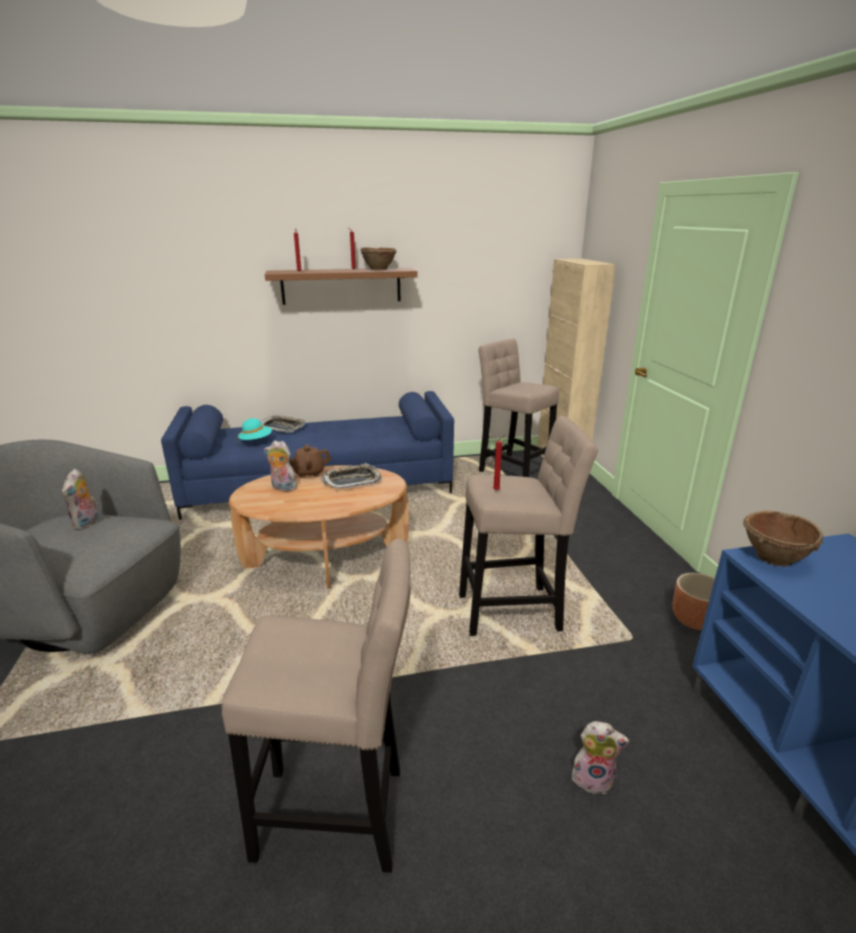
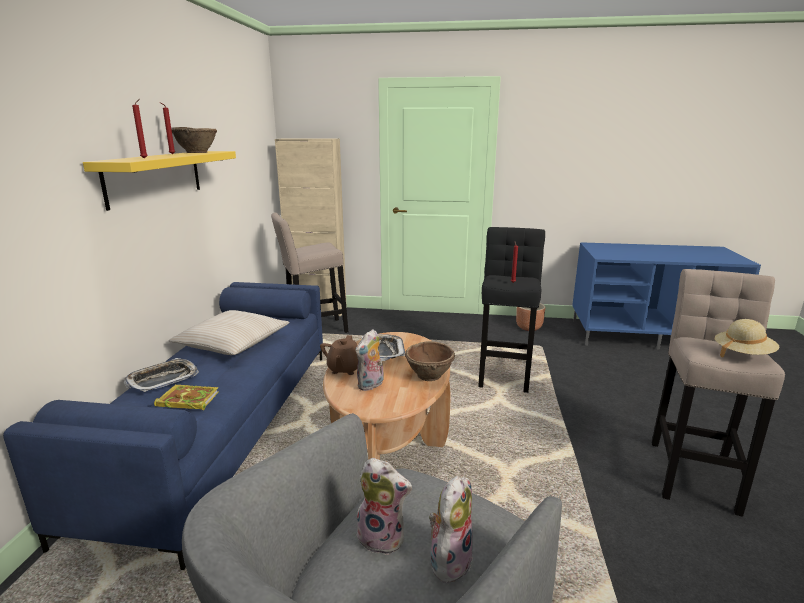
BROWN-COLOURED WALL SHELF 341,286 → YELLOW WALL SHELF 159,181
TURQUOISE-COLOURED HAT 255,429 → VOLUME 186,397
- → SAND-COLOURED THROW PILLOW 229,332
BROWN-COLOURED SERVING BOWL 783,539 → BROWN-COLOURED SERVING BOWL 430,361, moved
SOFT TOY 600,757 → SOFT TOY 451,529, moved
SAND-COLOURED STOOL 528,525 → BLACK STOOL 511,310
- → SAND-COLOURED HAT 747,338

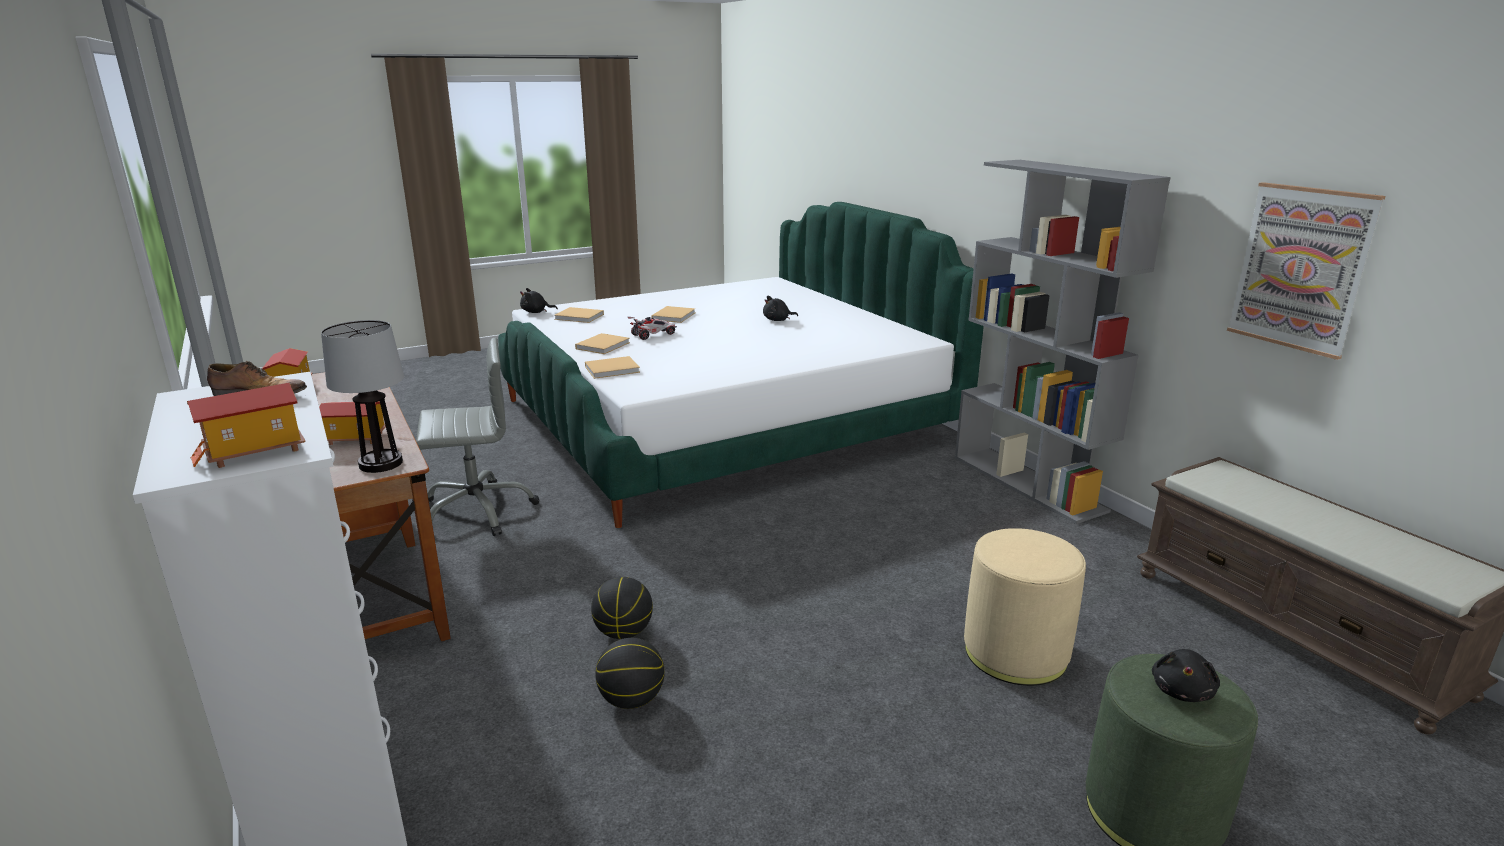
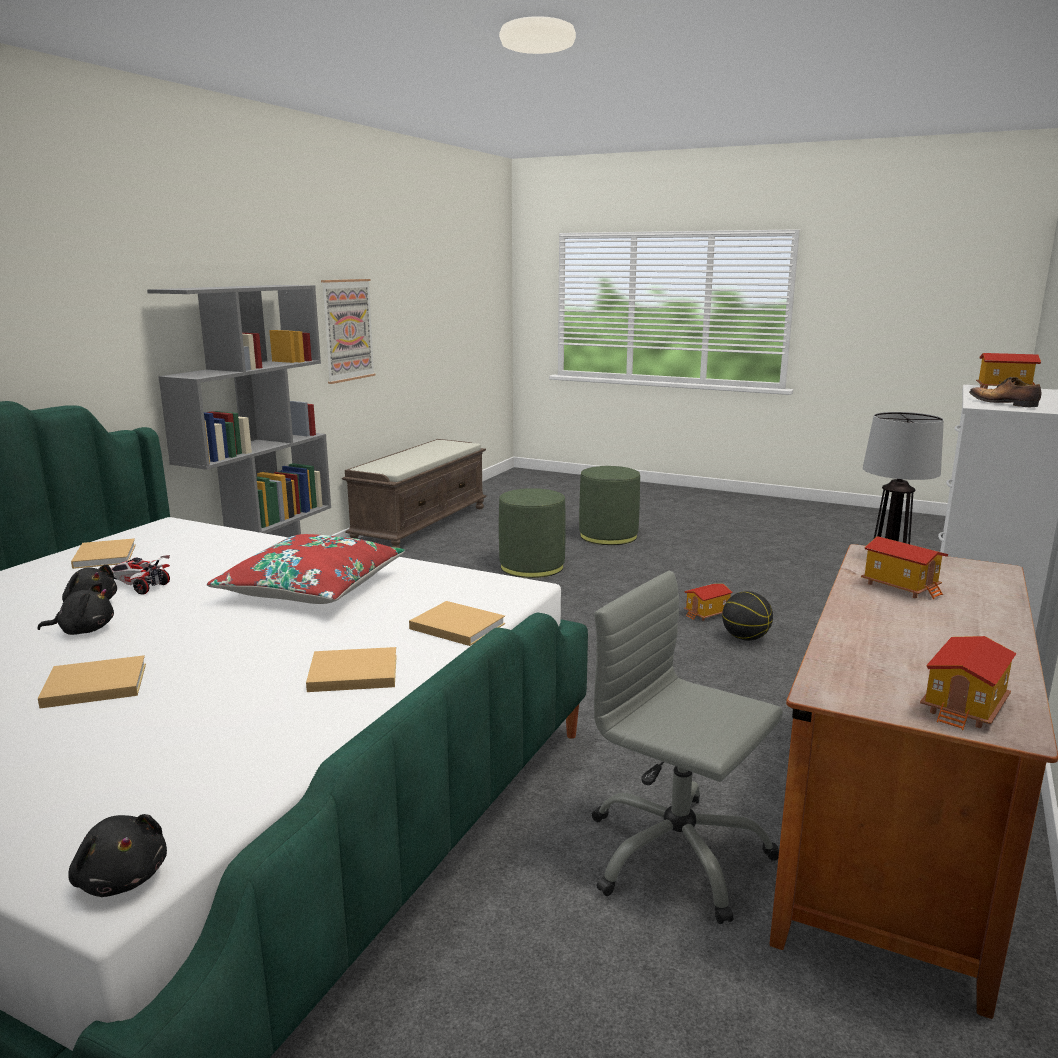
BLACK SOFT TOY 1186,675 → BLACK SOFT TOY 75,608, moved
SAND-COLOURED VOLUME 579,315 → SAND-COLOURED VOLUME 103,553, moved
MODEL CAR 652,328 → MODEL CAR 140,575, moved
- → REDDISH THROW PILLOW 305,569
SAND-COLOURED POUFFE 1025,607 → GREENISH POUFFE 532,533
- → TOY HOUSE 708,602
BALL FOR BASKETBALL 622,608 → -

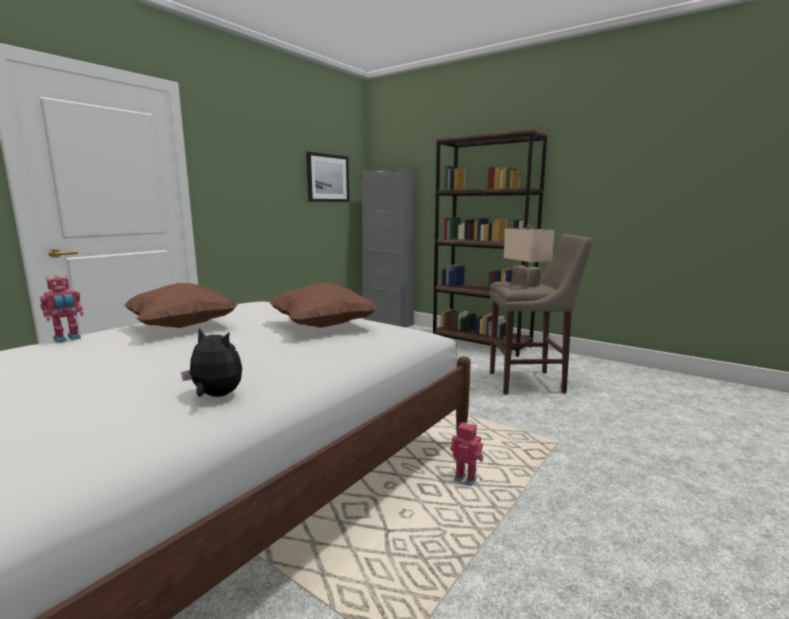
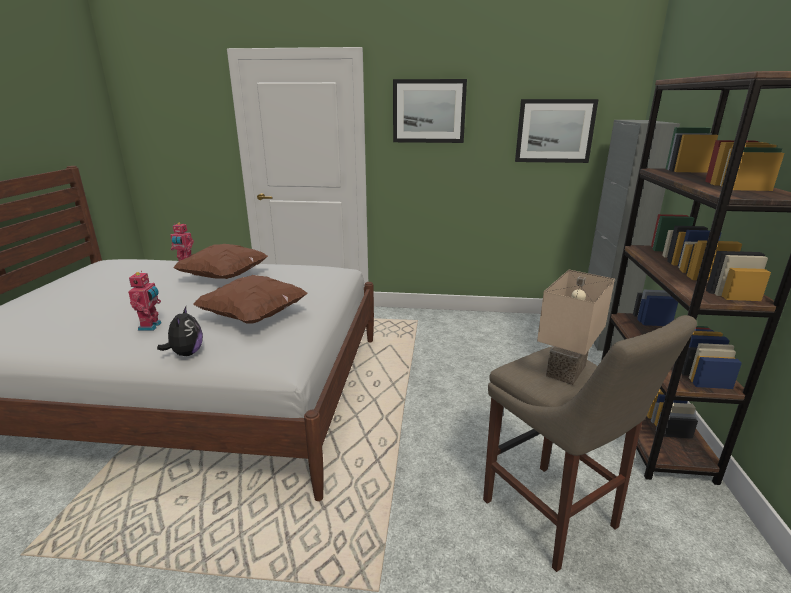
MODEL ROBOT 466,454 → MODEL ROBOT 145,300, moved
SOFT TOY 211,362 → SOFT TOY 180,331, moved
- → WALL ART 430,111

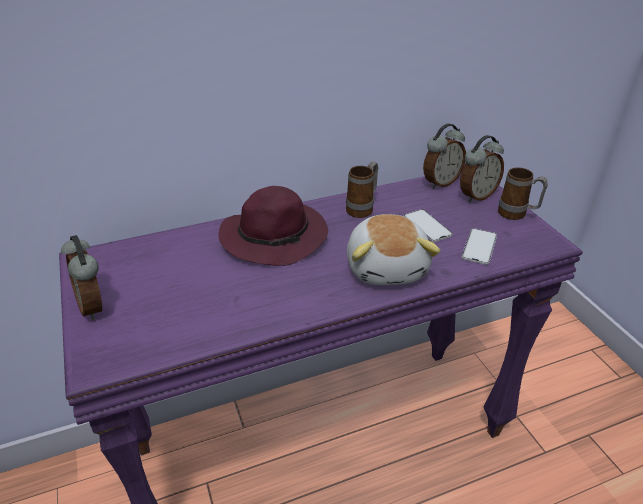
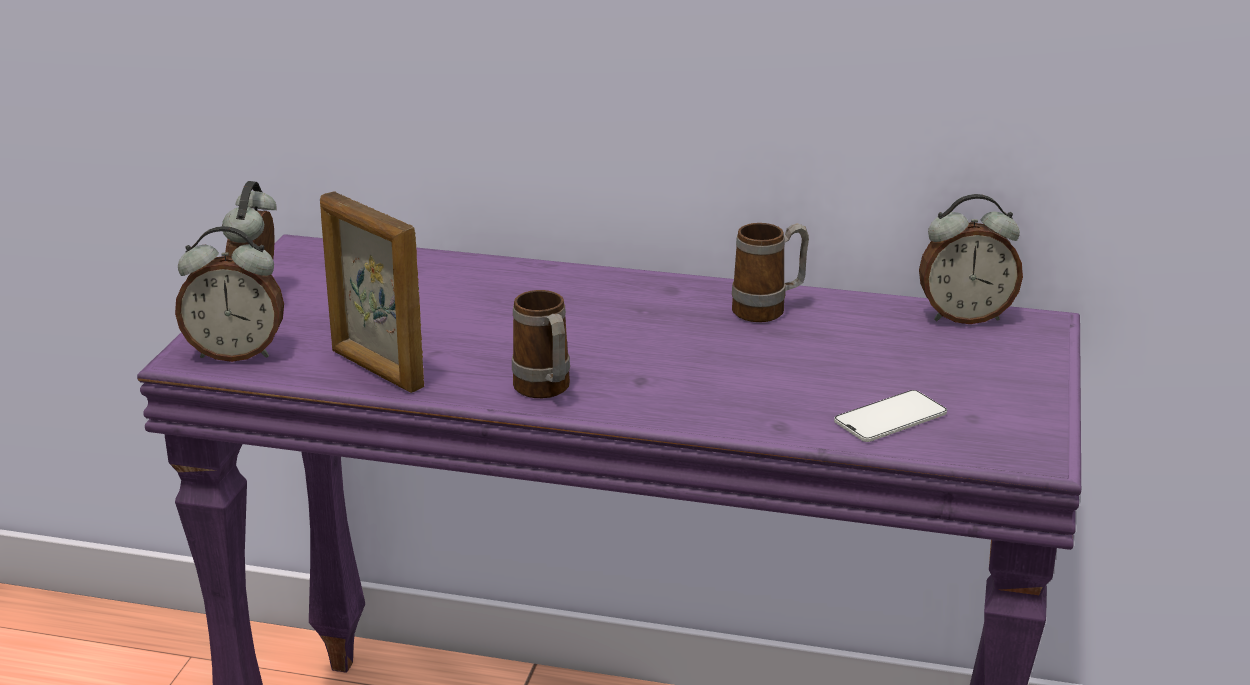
TABLE CLOCK 482,168 → TABLE CLOCK 229,294, moved
- → PICTURE FRAME 372,292
COFFEE MUG 523,193 → COFFEE MUG 541,344, moved
PURPLE-COLOURED HAT 273,226 → -
SOFT TOY 394,249 → -
TELEPHONE 428,225 → -

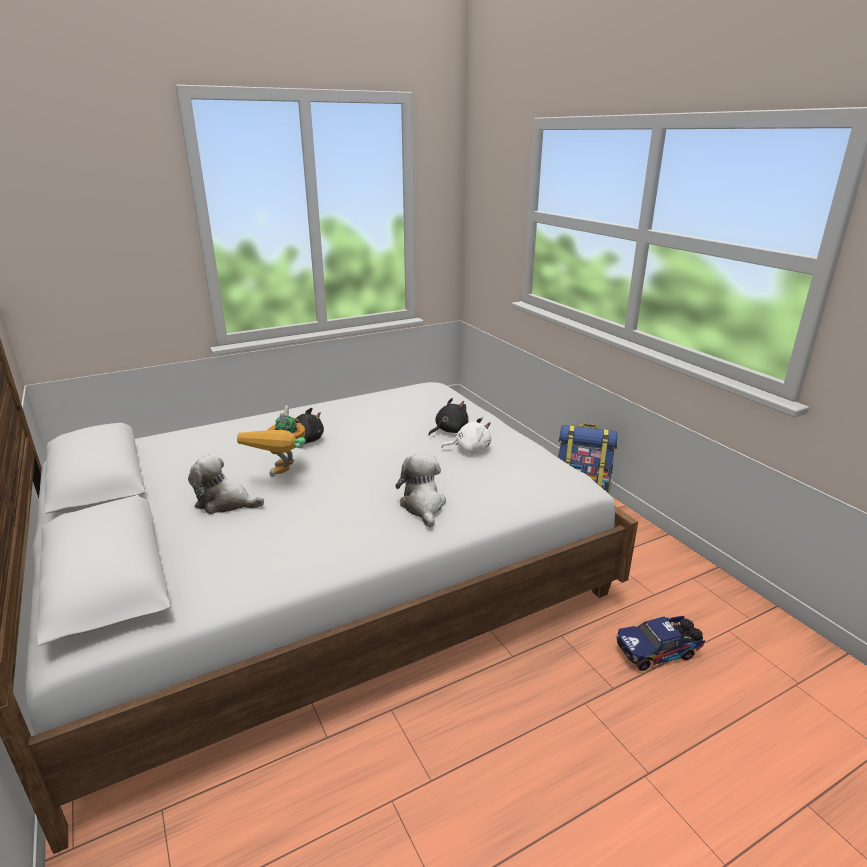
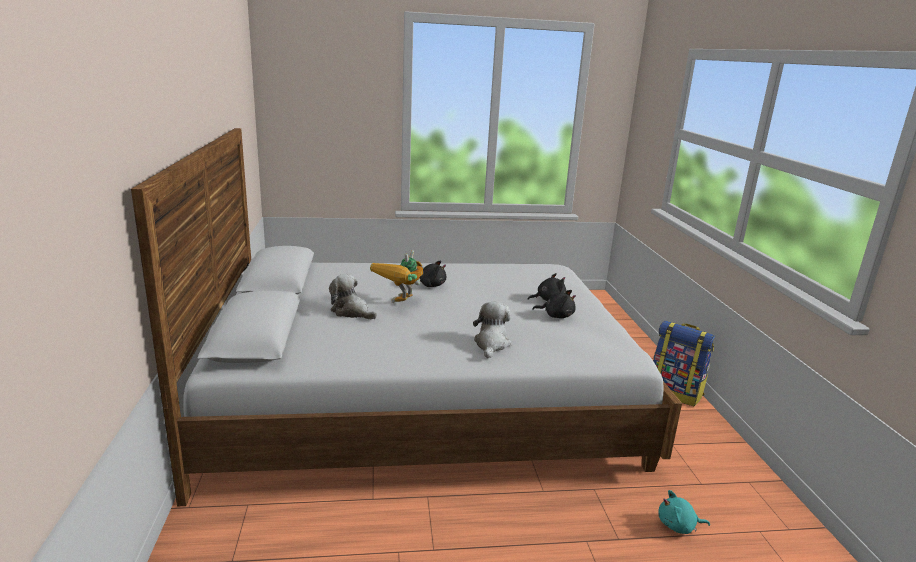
WHITE-COLOURED SOFT TOY 466,434 → BLACK SOFT TOY 554,304
TOY TRUCK 661,643 → TURQUOISE-COLOURED SOFT TOY 684,512

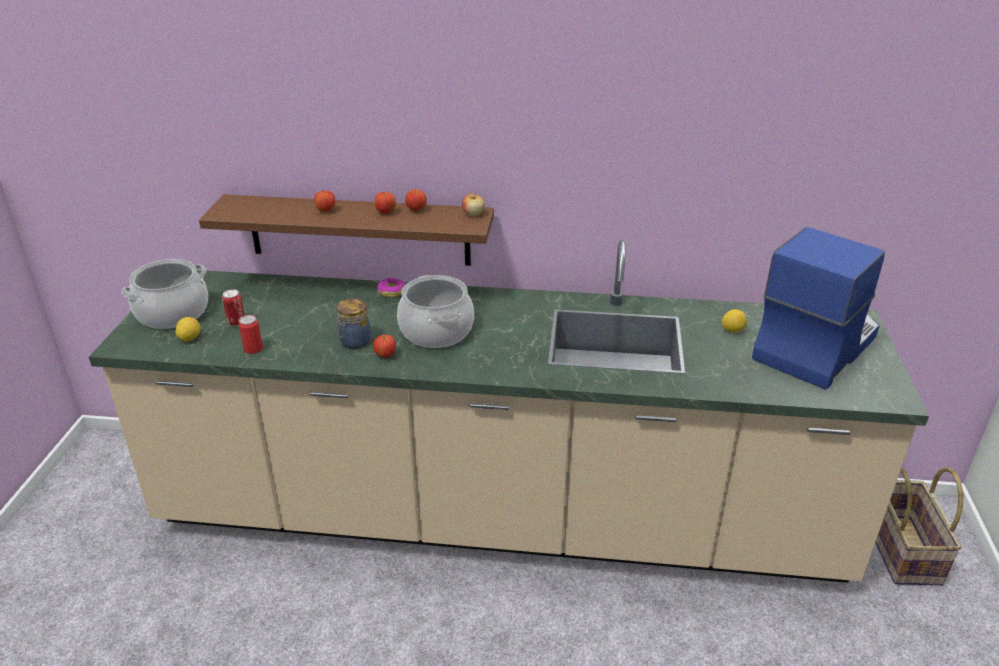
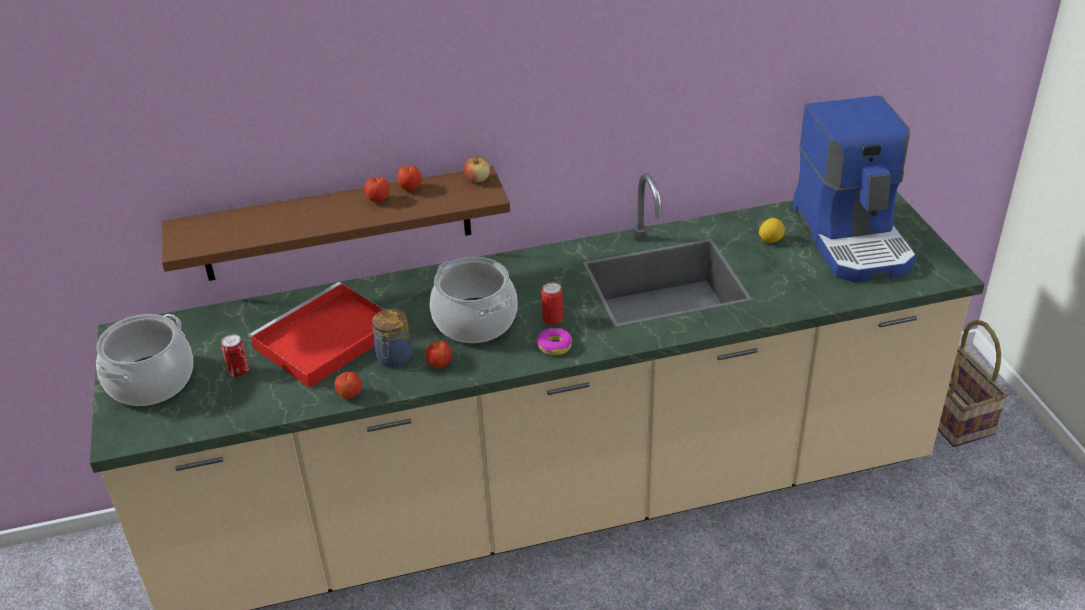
- → REDDISH TRAY 316,335
WHOLE APPLE 324,201 → WHOLE APPLE 348,385, moved
DOUGHNUT 391,287 → DOUGHNUT 554,341, moved
SEALED CAN 251,334 → SEALED CAN 552,303, moved
COFFEE BREWER 818,308 → COFFEE BREWER 854,189, 150 degrees clockwise
CITRUS FRUIT 188,329 → -

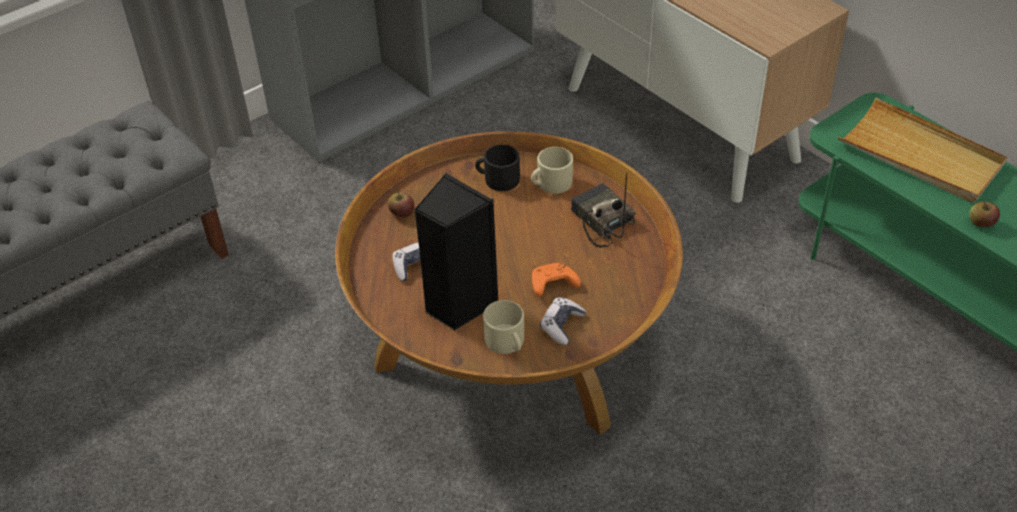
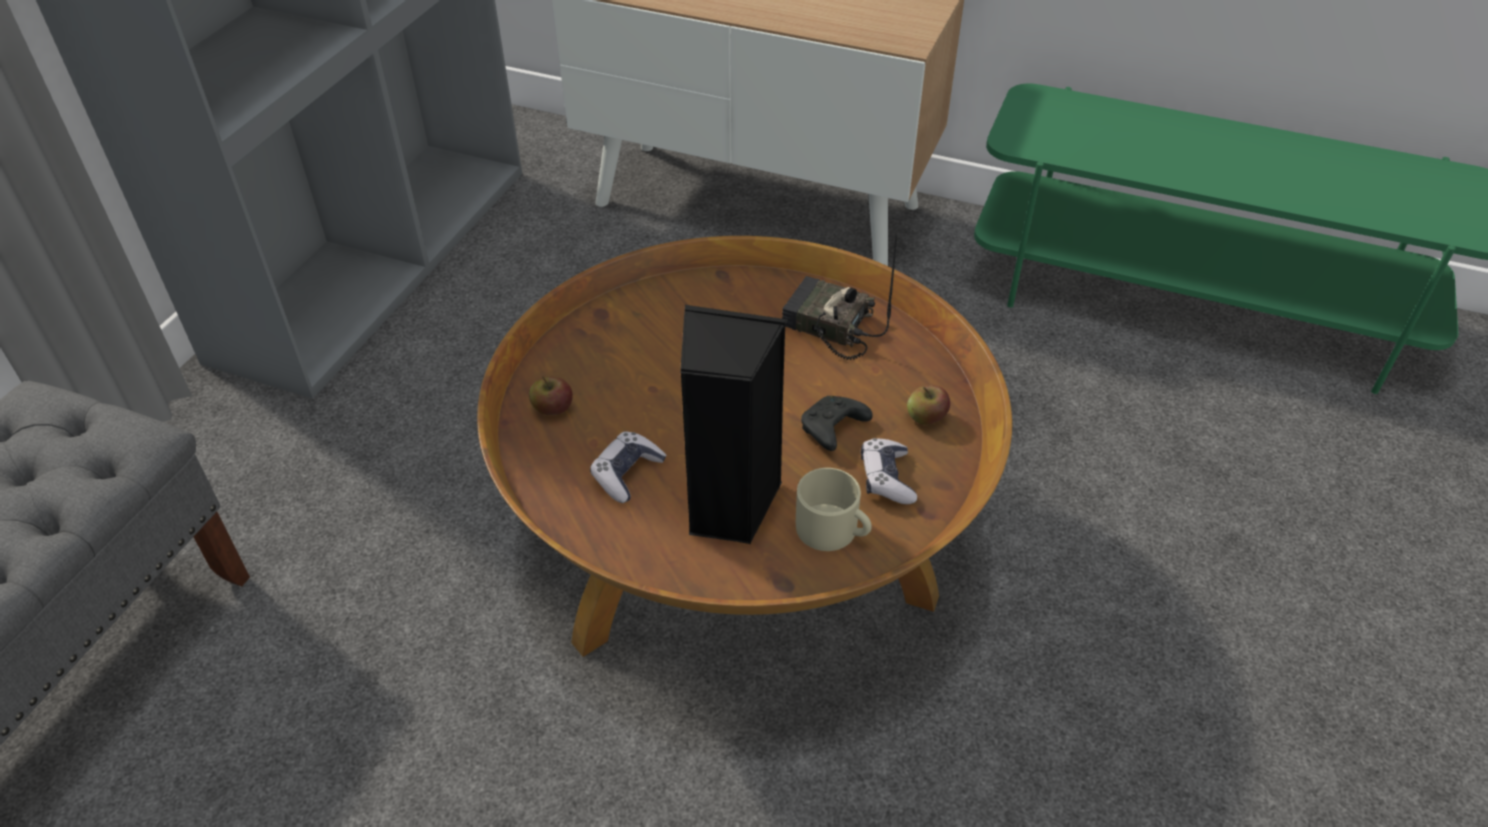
ORANGE GAMEPAD 556,280 → BLACK GAMEPAD 837,423
WHOLE APPLE 984,214 → WHOLE APPLE 928,405, moved
BLACK COFFEE MUG 497,168 → -
SAND-COLOURED COFFEE MUG 552,170 → -
SAND-COLOURED TRAY 922,150 → -

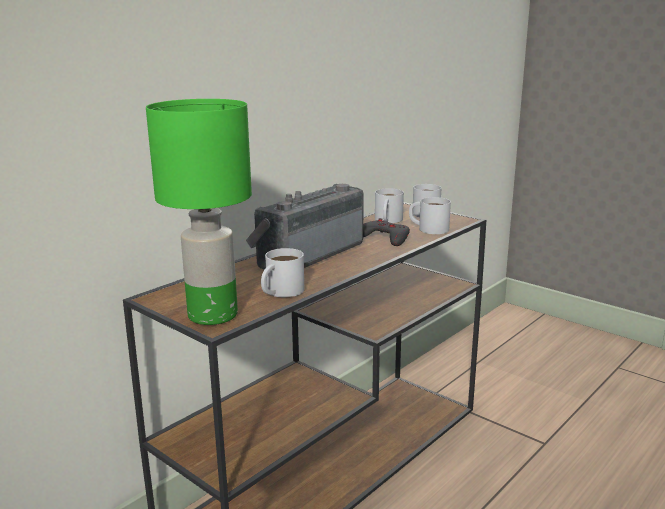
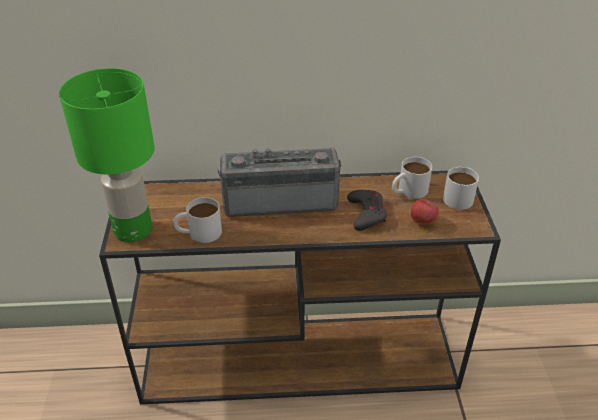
WHITE-COLOURED COFFEE MUG 430,215 → WHOLE APPLE 425,212

